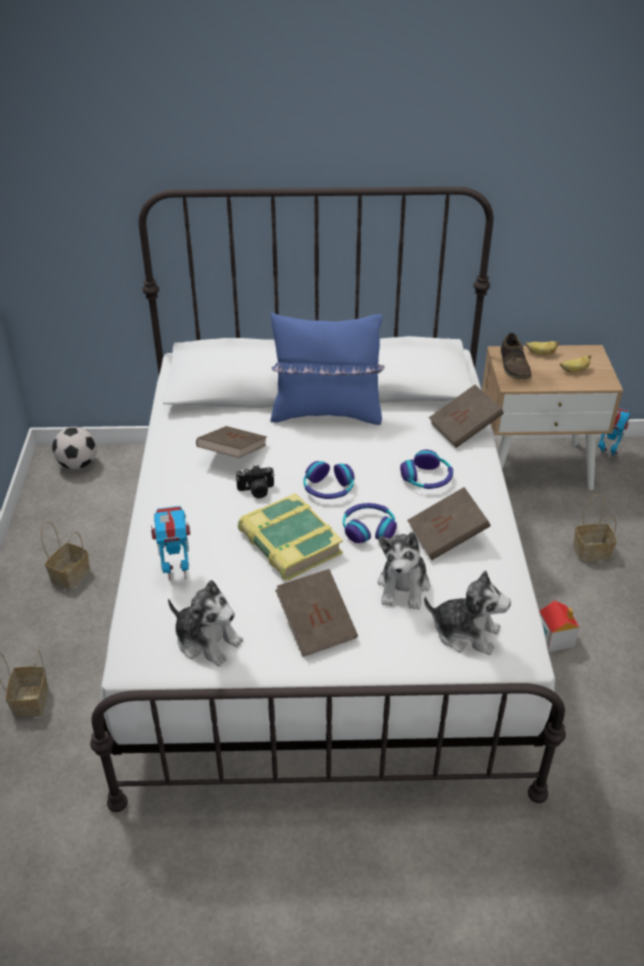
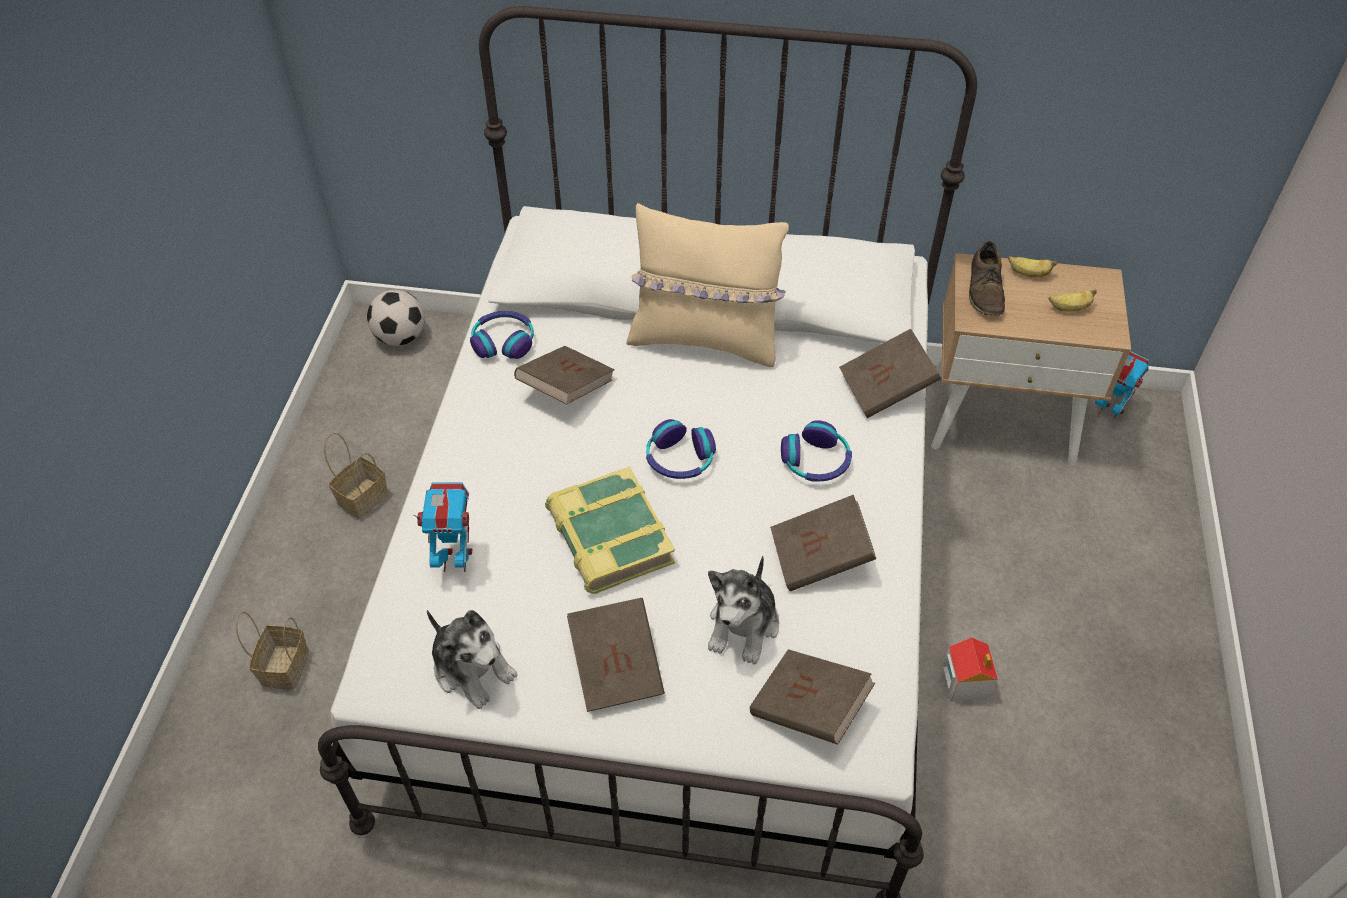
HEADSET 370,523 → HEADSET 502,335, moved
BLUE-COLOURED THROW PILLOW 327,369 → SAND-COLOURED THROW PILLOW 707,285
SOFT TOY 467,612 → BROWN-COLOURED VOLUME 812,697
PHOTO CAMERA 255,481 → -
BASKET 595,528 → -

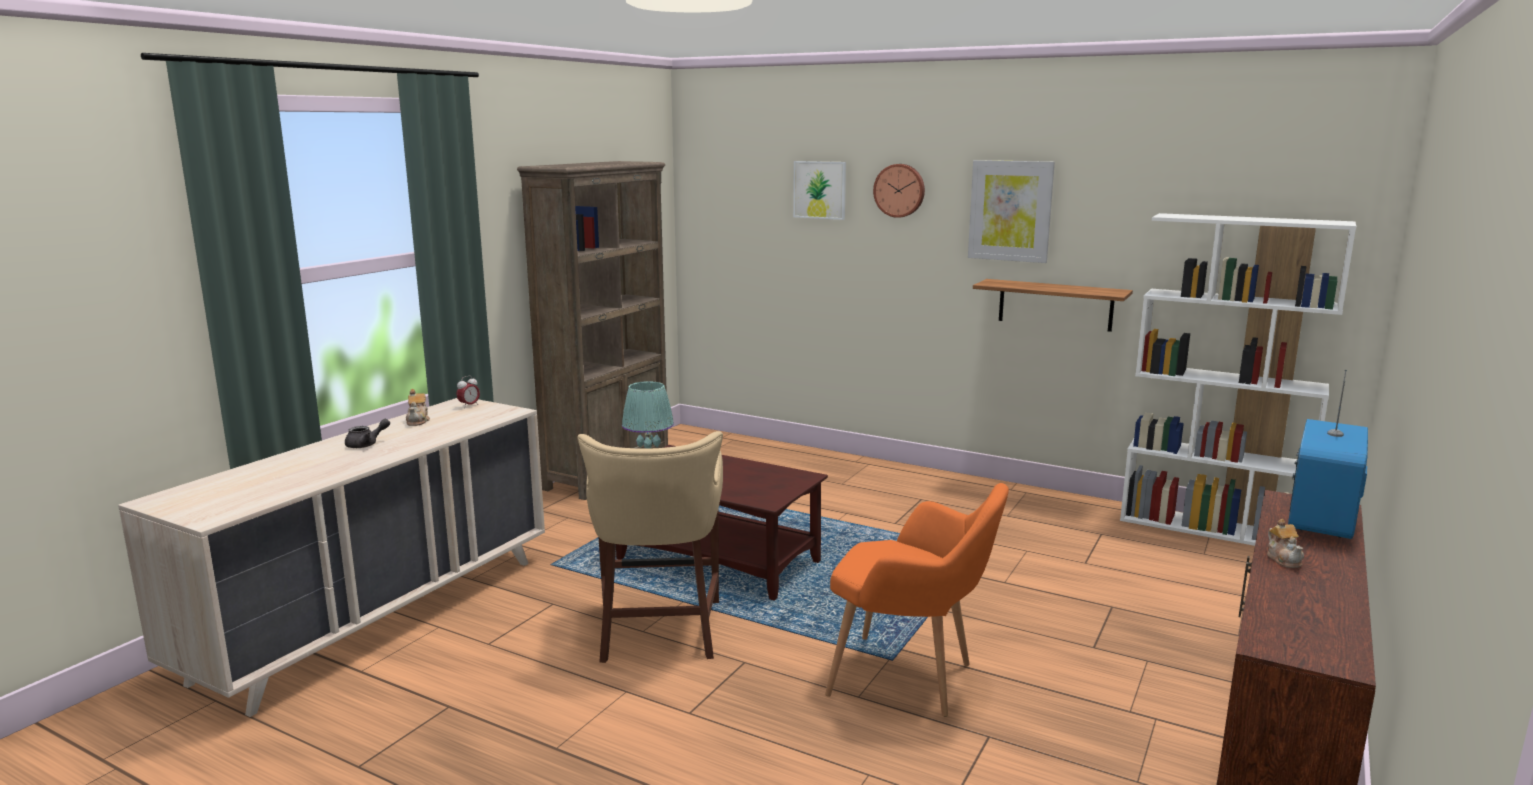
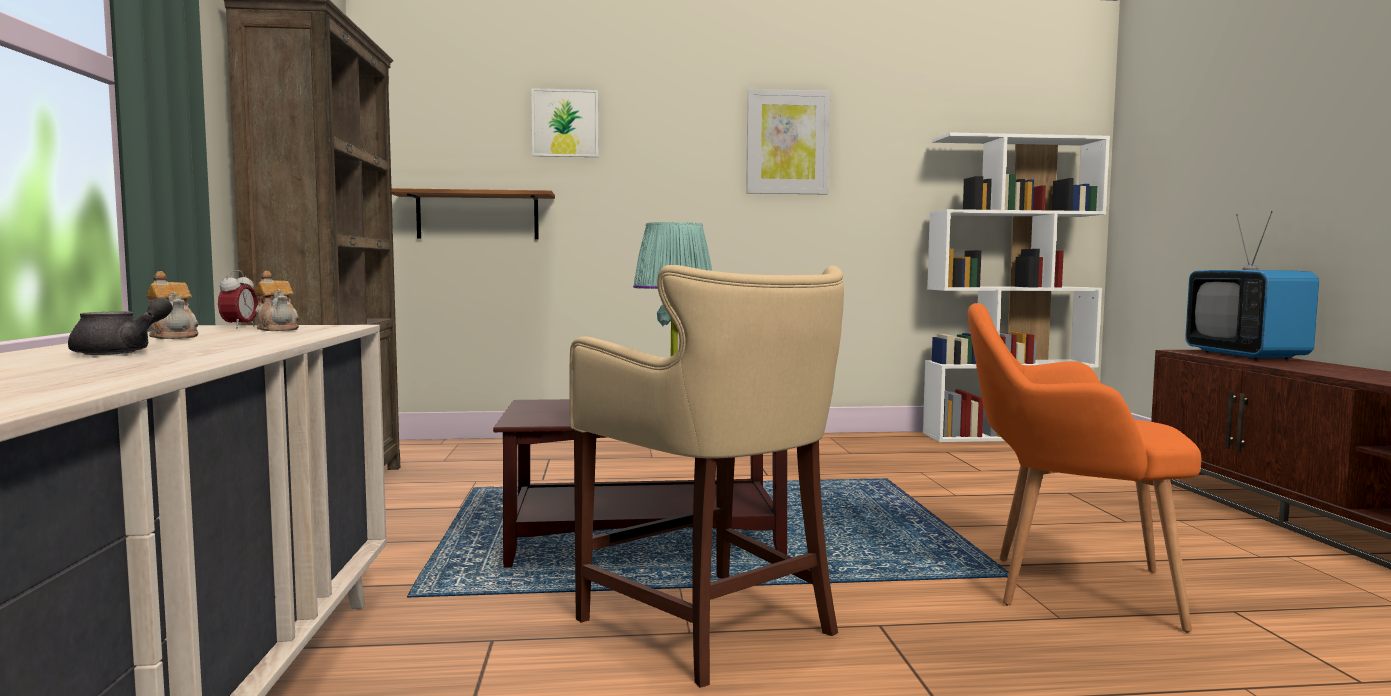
TEAPOT 1285,543 → TEAPOT 277,301, moved
WALL SHELF 1053,305 → WALL SHELF 473,213, moved
ORANGE ARMCHAIR 917,600 → ORANGE ARMCHAIR 1085,467, 150 degrees counterclockwise
CLOCK ON THE WALL 899,191 → -

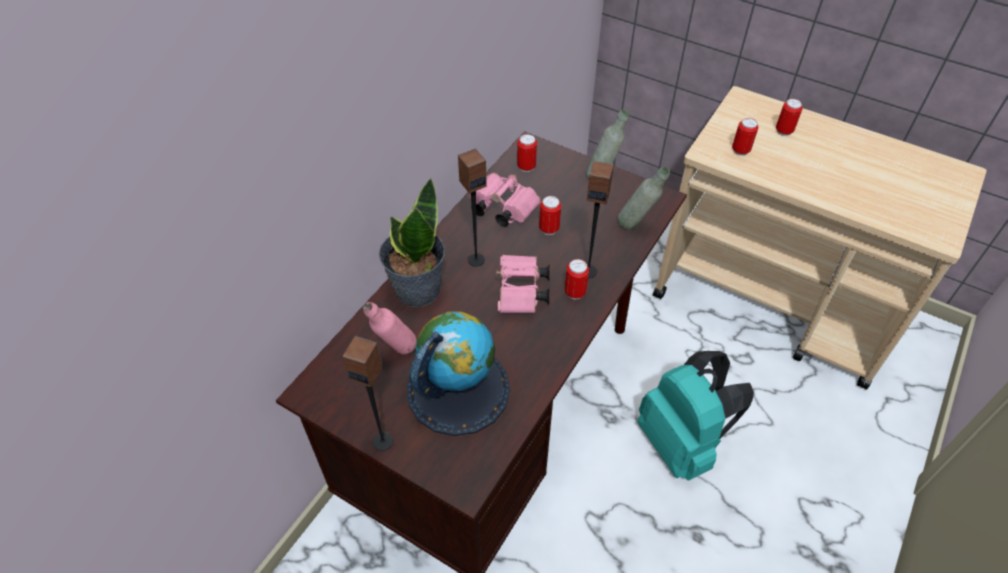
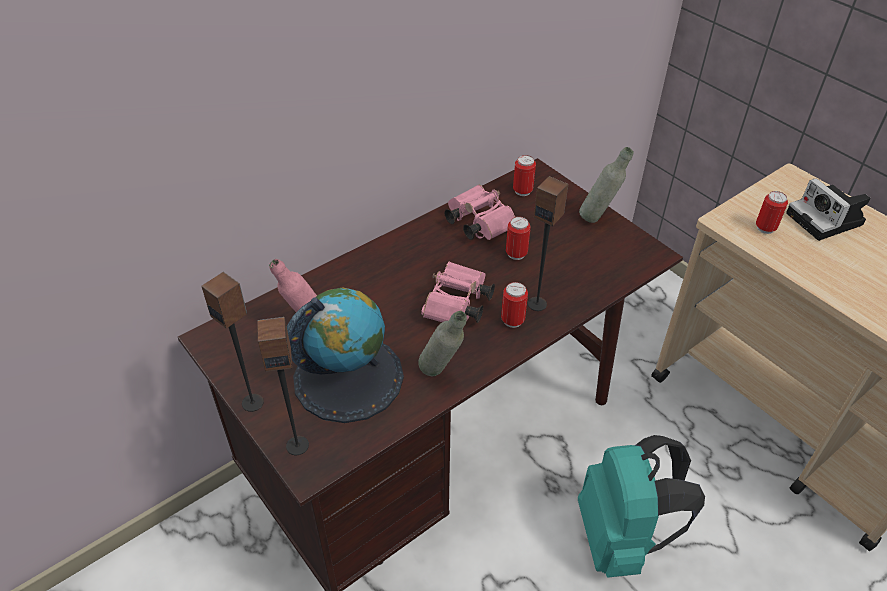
LOUDSPEAKER 472,207 → LOUDSPEAKER 283,386, moved
GRAY BOTTLE 644,198 → GRAY BOTTLE 442,343, moved
SEALED CAN 789,117 → PHOTO CAMERA 828,209
HOUSEPLANT 412,242 → -

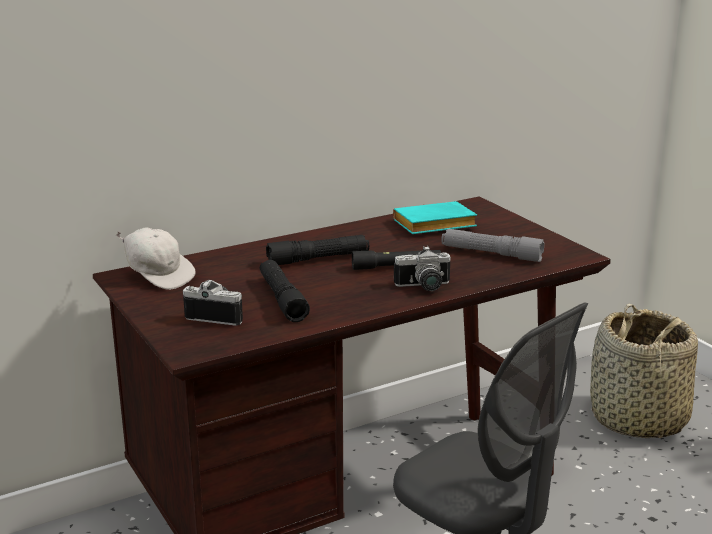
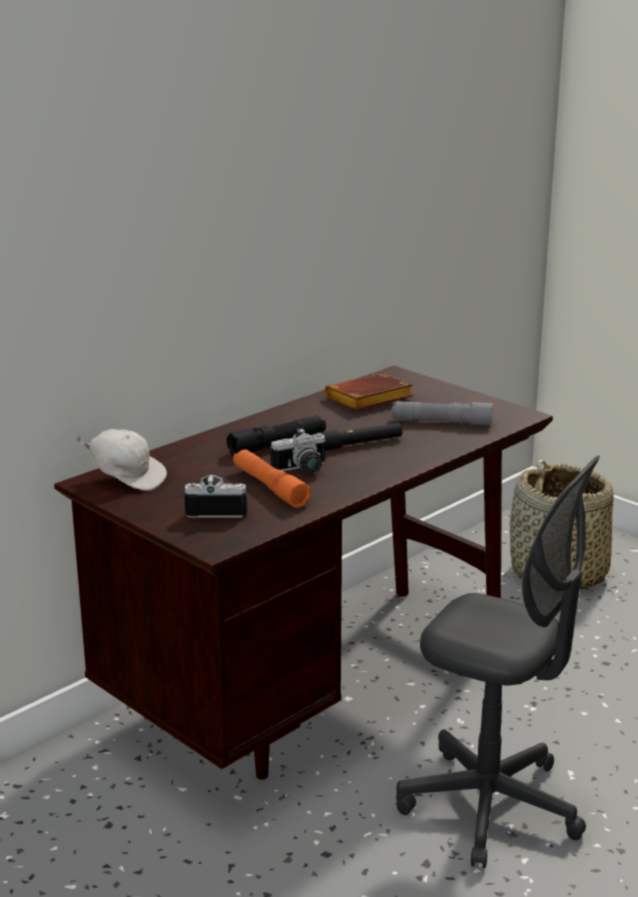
BLACK FLASHLIGHT 285,291 → ORANGE FLASHLIGHT 272,478
PHOTO CAMERA 422,268 → PHOTO CAMERA 297,450, moved
TURQUOISE-COLOURED VOLUME 435,217 → BROWN-COLOURED VOLUME 369,391

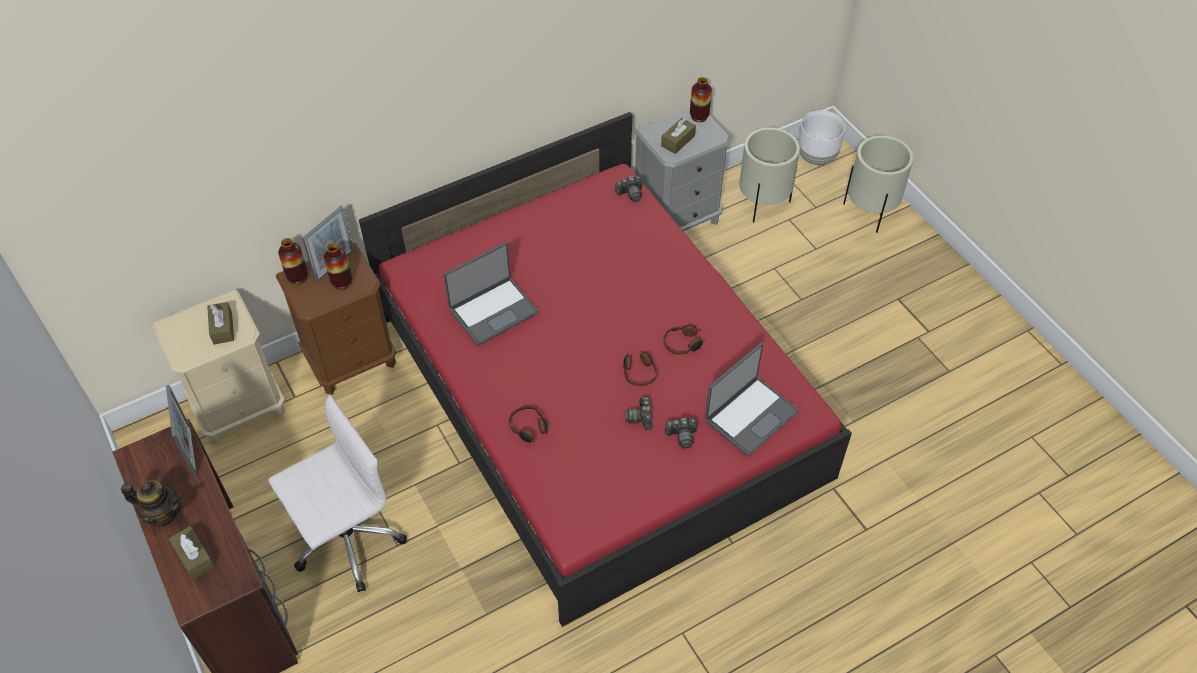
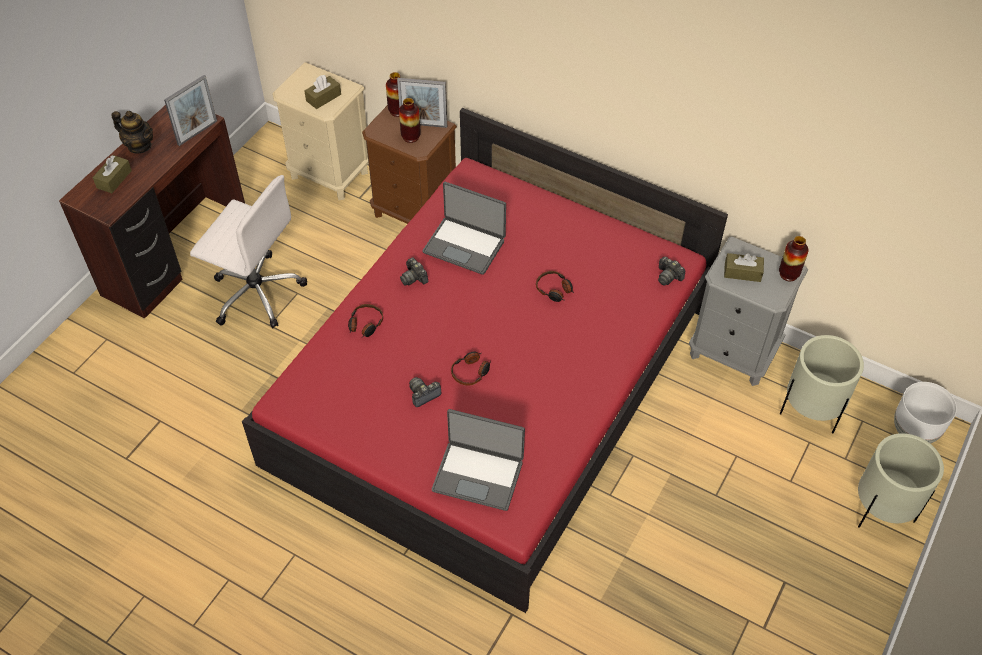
TEAPOT 151,503 → TEAPOT 132,132, 45 degrees counterclockwise
PHOTO CAMERA 680,433 → PHOTO CAMERA 414,271, moved
HEADSET 684,340 → HEADSET 555,286, moved

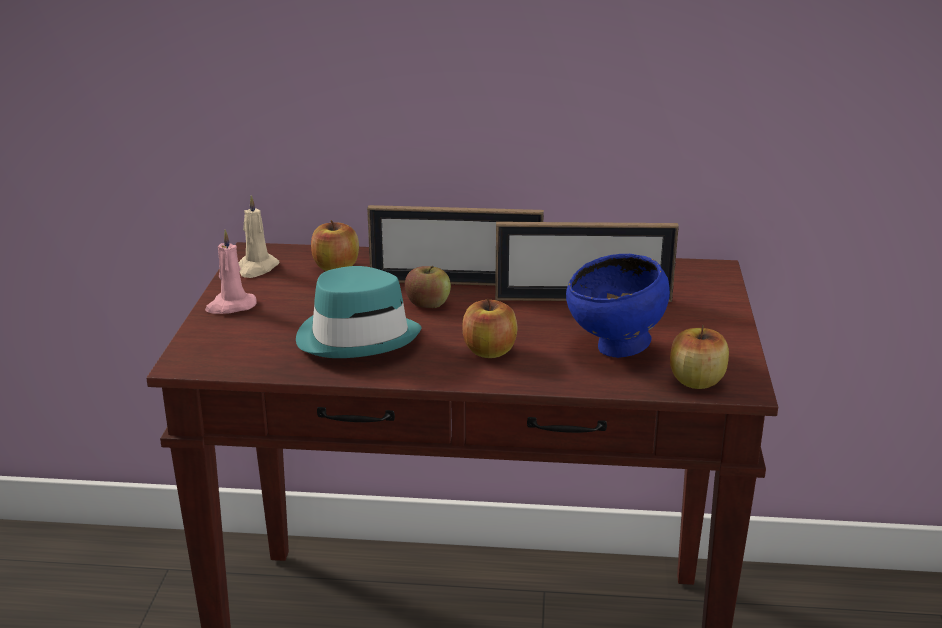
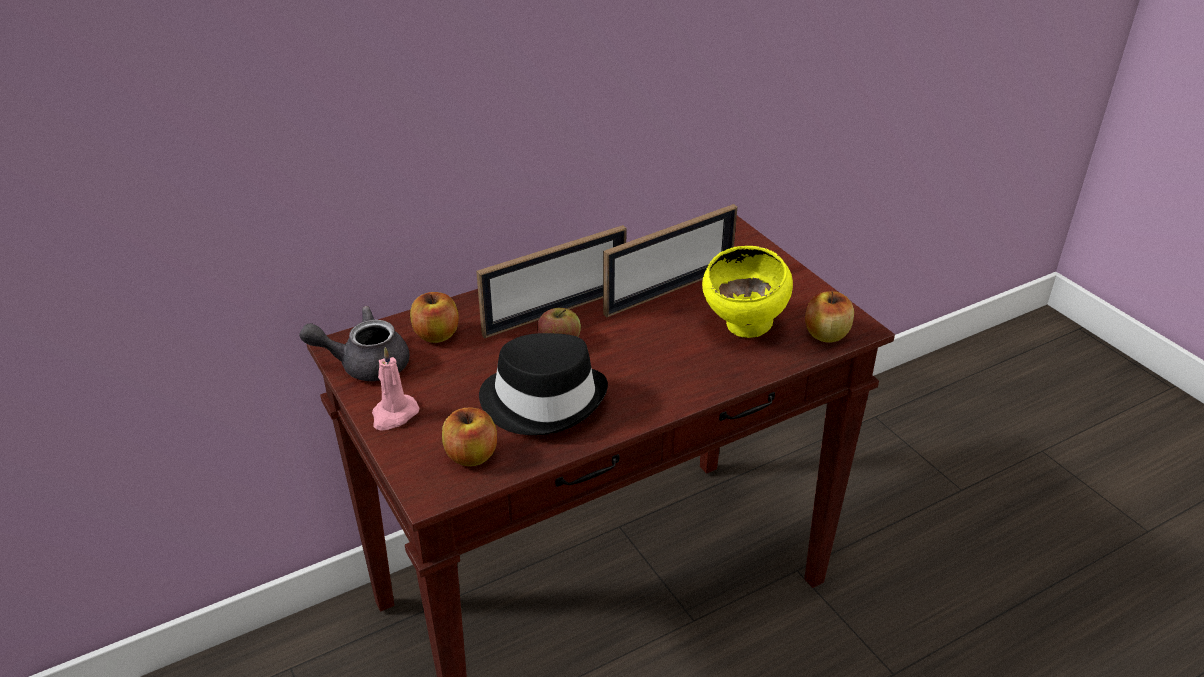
SAND-COLOURED CANDLE 259,236 → GRAY TEAPOT 355,343
WHOLE APPLE 490,328 → WHOLE APPLE 469,436, moved
TURQUOISE-COLOURED HAT 359,312 → BLACK HAT 543,384
BLUE-COLOURED SERVING BOWL 618,306 → YELLOW SERVING BOWL 747,292

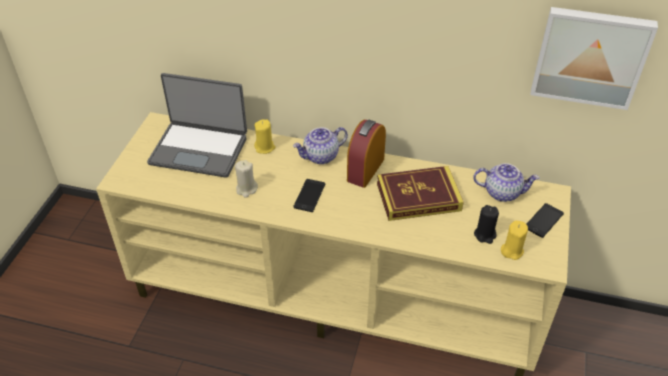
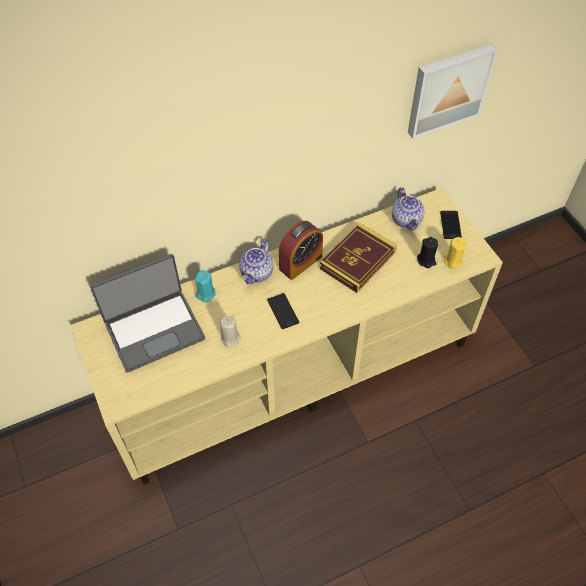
YELLOW CANDLE 265,136 → TURQUOISE-COLOURED CANDLE 205,286
TABLE CLOCK 366,154 → TABLE CLOCK 301,250, 120 degrees counterclockwise
TEAPOT 506,182 → TEAPOT 408,209, 105 degrees clockwise

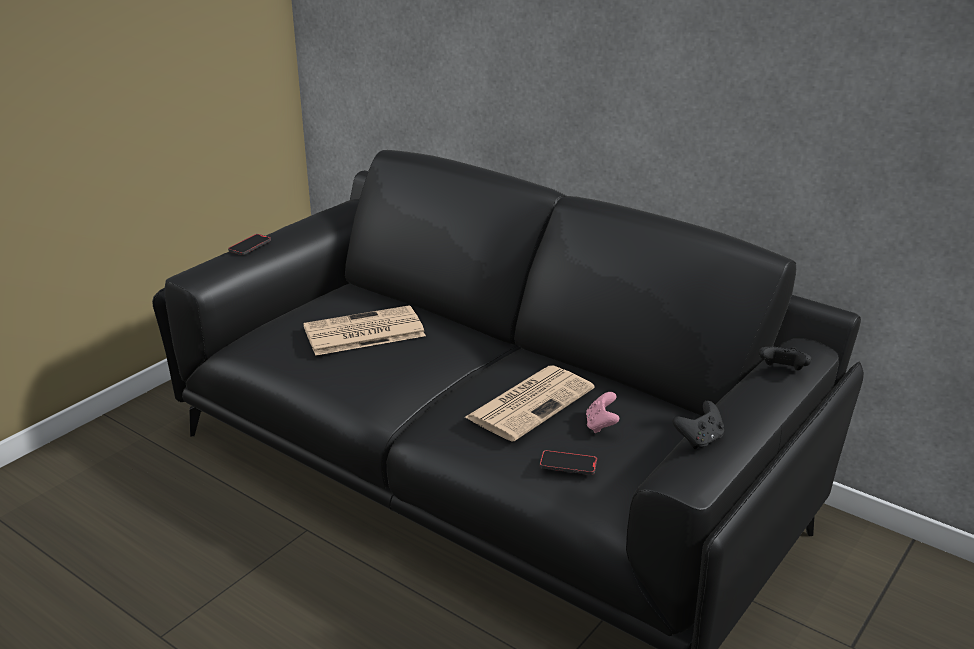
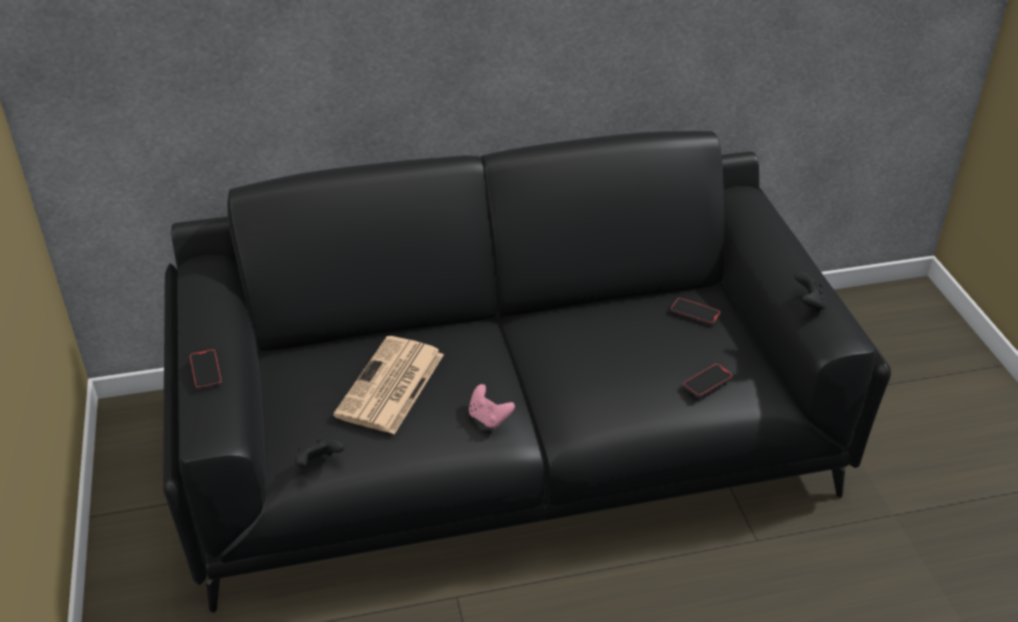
BLACK GAMEPAD 785,358 → BLACK GAMEPAD 319,453, moved
PINK GAMEPAD 602,412 → PINK GAMEPAD 492,406, moved
- → TELEPHONE 695,311
NEWSPAPER 529,403 → -

